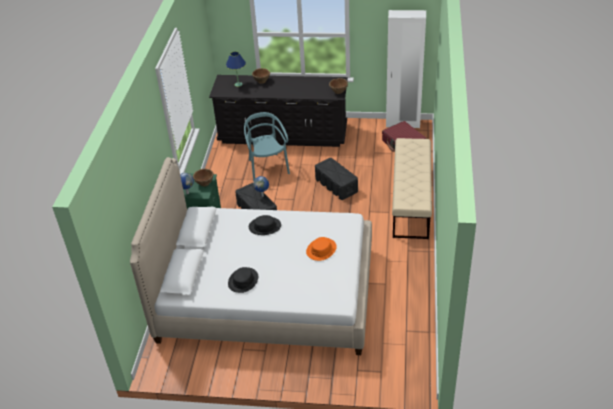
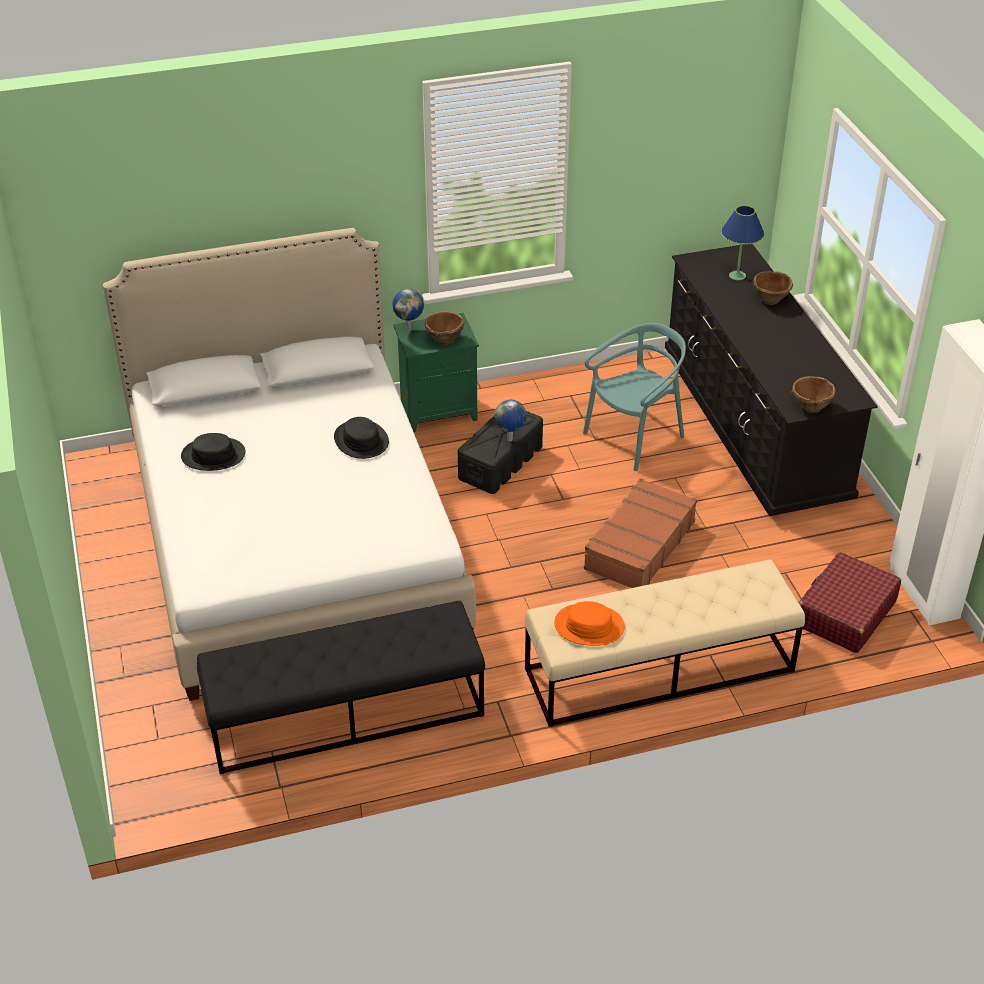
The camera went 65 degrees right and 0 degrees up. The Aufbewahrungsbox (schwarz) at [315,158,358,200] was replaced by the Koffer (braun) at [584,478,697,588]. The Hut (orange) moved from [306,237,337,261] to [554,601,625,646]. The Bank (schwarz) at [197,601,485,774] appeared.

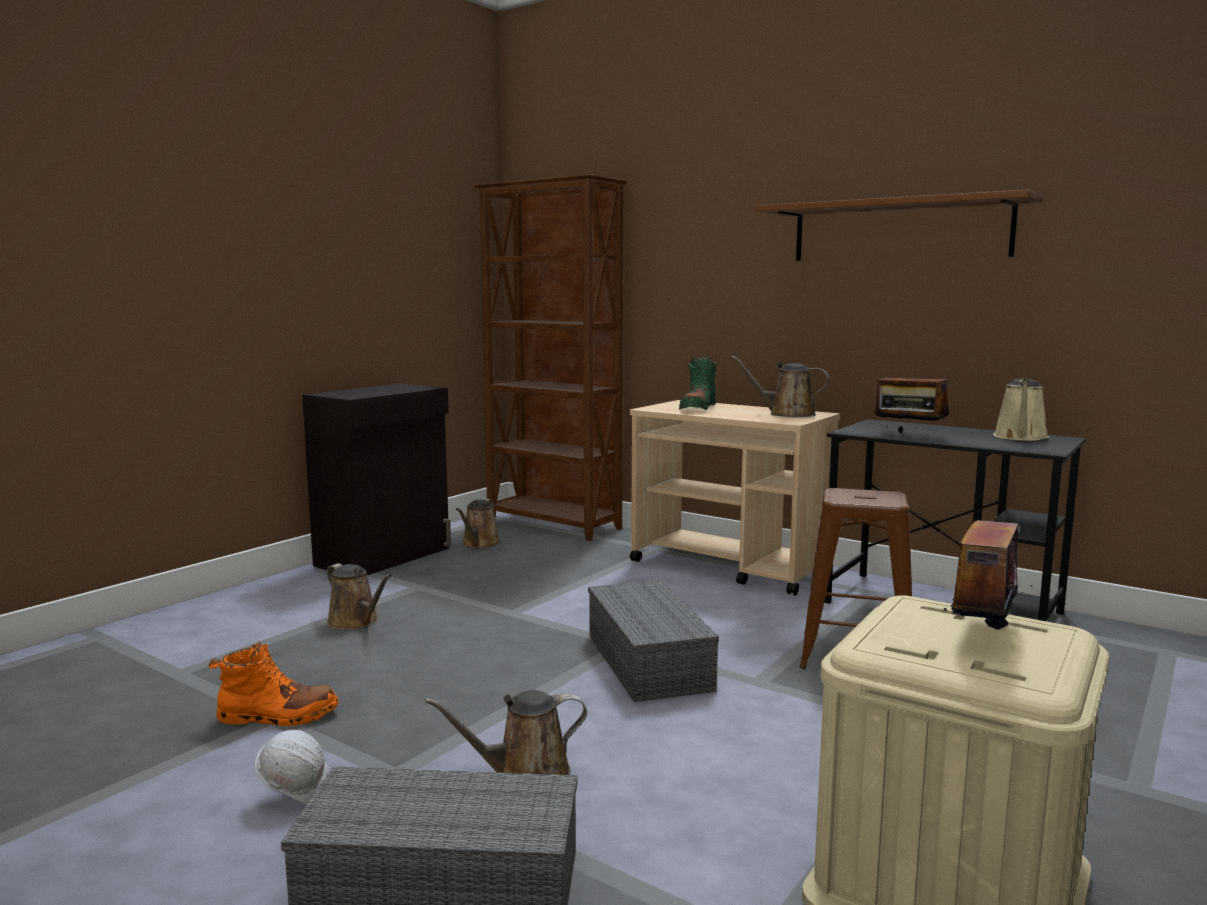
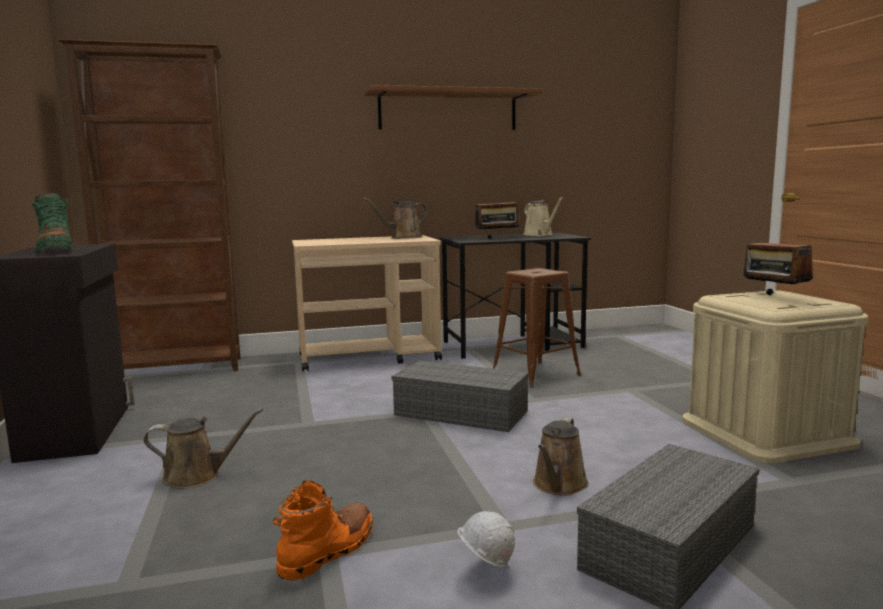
The camera went 50 degrees left and 0 degrees up. The Stiefel (grün) moved from [679,356,717,411] to [31,193,73,254]. The Gießkanne (braun) at [456,499,501,549] disappeared.

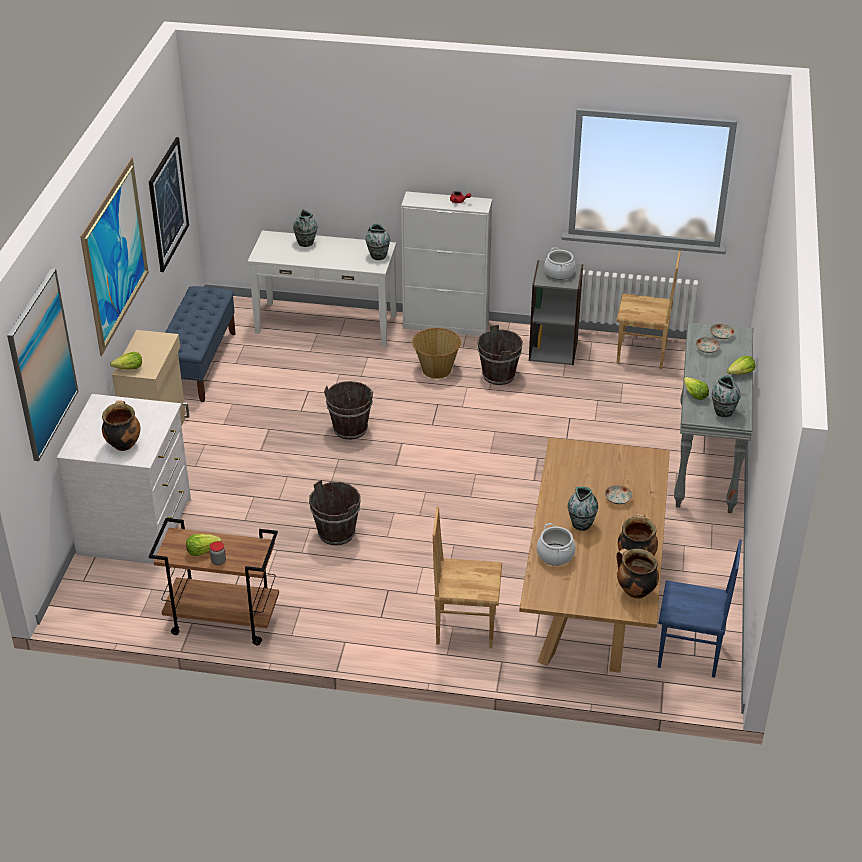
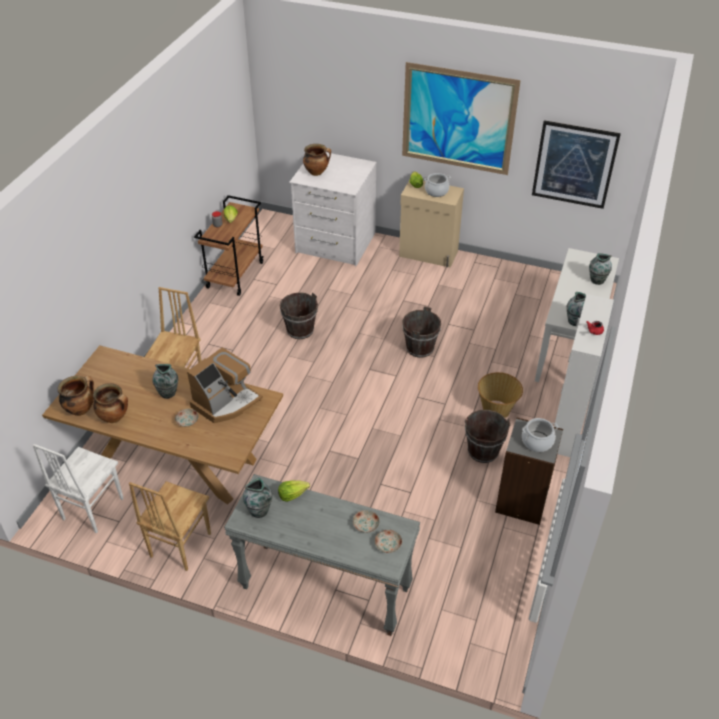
The camera went 100 degrees right and 5 degrees up. The Stuhl (braun) moved from [617,251,681,369] to [129,481,211,571]. The Bild at [7,268,78,461] disappeared. The Bank (blau) at [165,286,236,402] disappeared. The Salatkopf at [727,356,755,375] disappeared. The Kochtopf moved from [537,523,576,566] to [424,173,451,197]. The Stuhl (blau) at [658,540,742,678] became the Stuhl (weiß) at [33,444,124,533]. The Kaffeemaschine at [187,347,263,423] appeared.

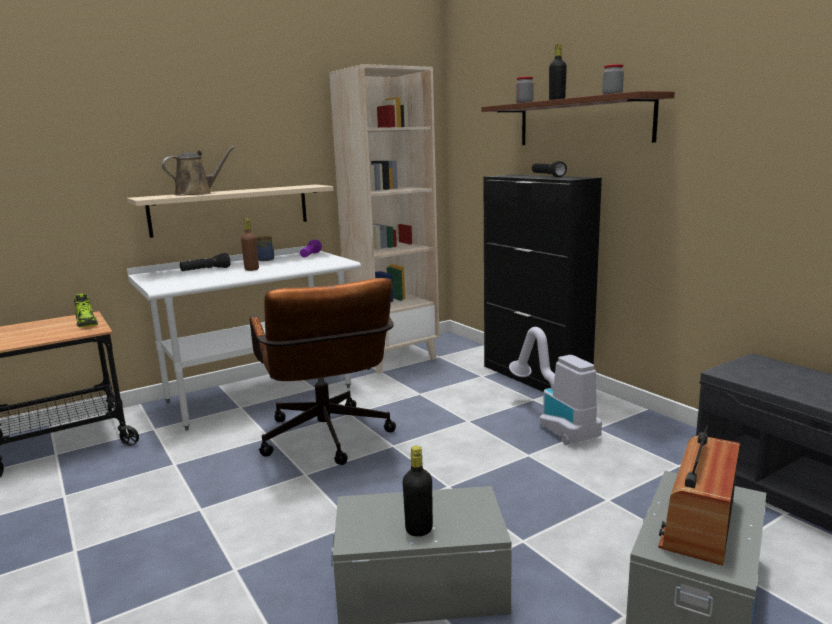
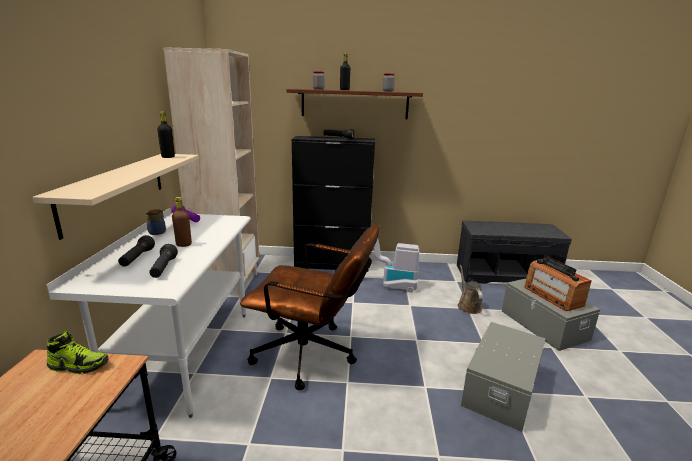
The camera went 55 degrees left and 5 degrees up. The Gießkanne (braun) moved from [162,146,235,195] to [458,265,483,314]. The Flasche (schwarz) moved from [403,446,433,536] to [157,112,175,158]. The Taschenlampe (schwarz) at [149,244,178,278] appeared.

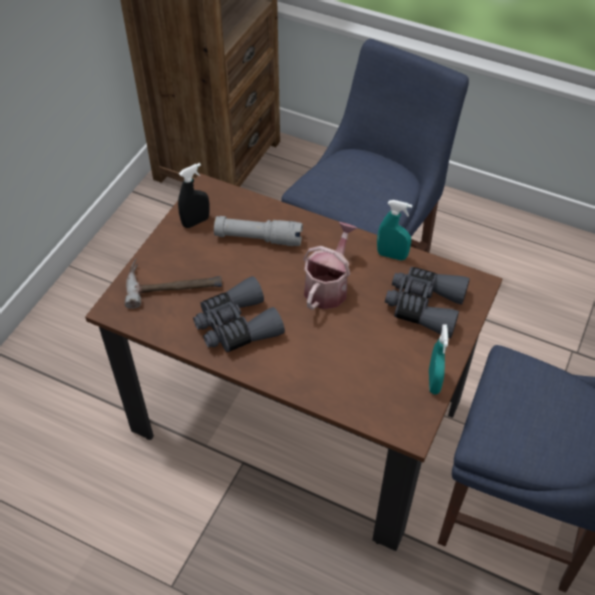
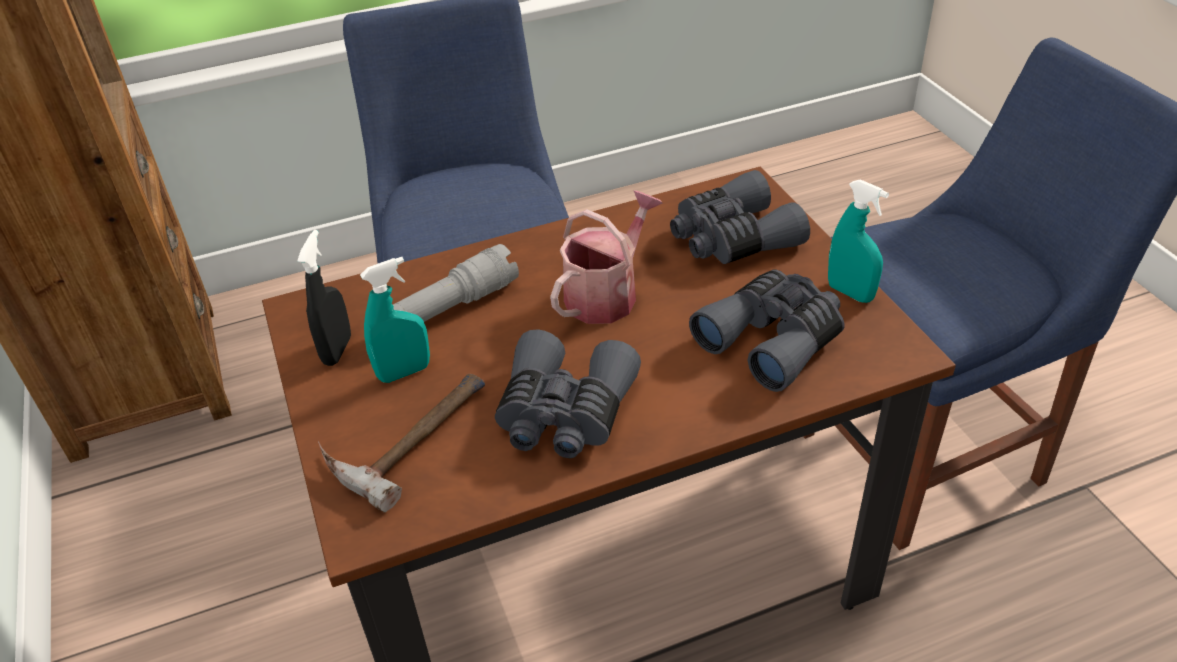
The camera went 45 degrees left and 10 degrees down. The Sprühflasche (türkis) moved from [377,200,412,260] to [360,257,430,383]. The Gießkanne at [303,222,357,310] turned 60 degrees clockwise. The Fernglas (grau) at [689,270,845,392] appeared.

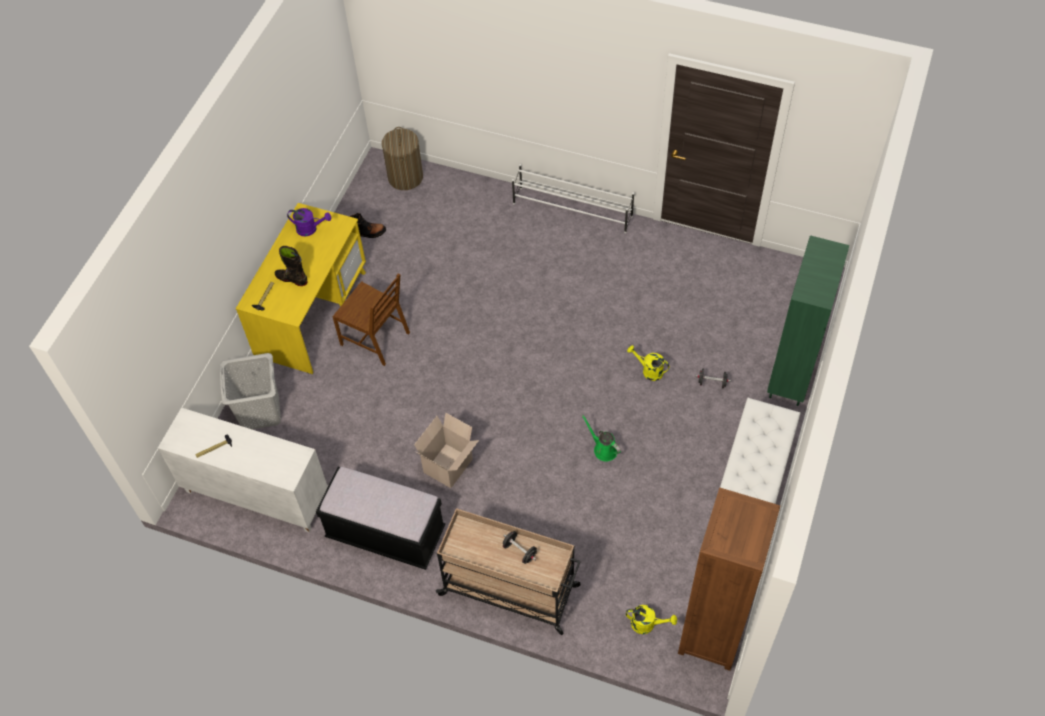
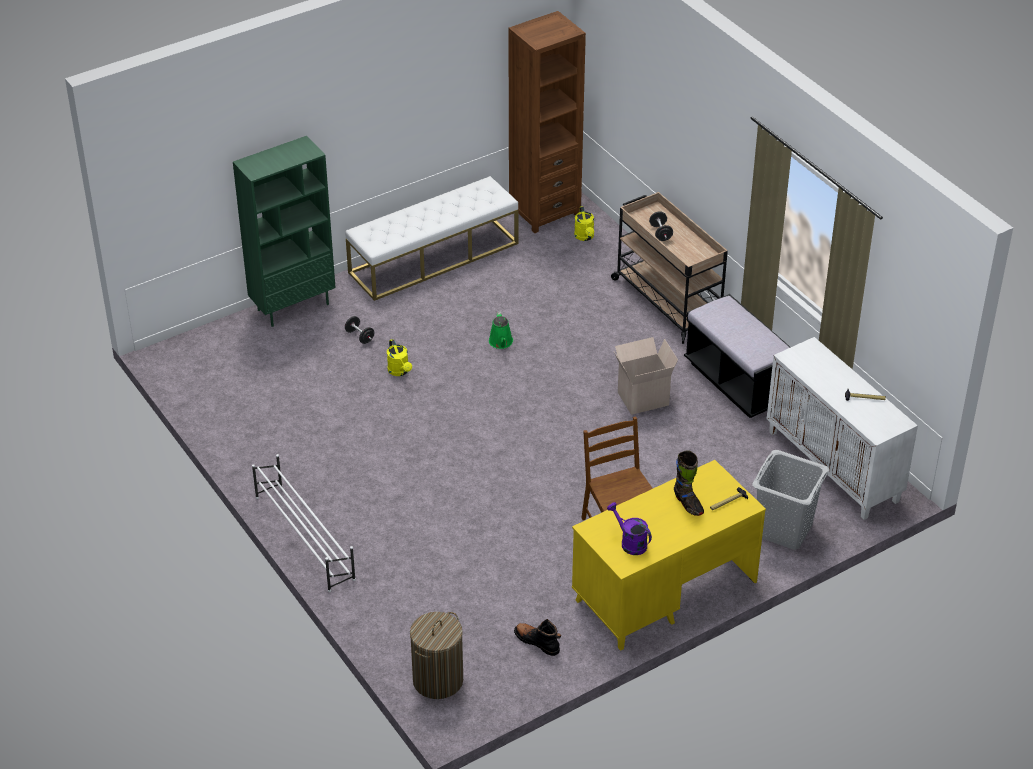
The camera went 145 degrees left and 15 degrees down. The Gießkanne (gelb) at [626,605,677,634] turned 150 degrees counterclockwise.

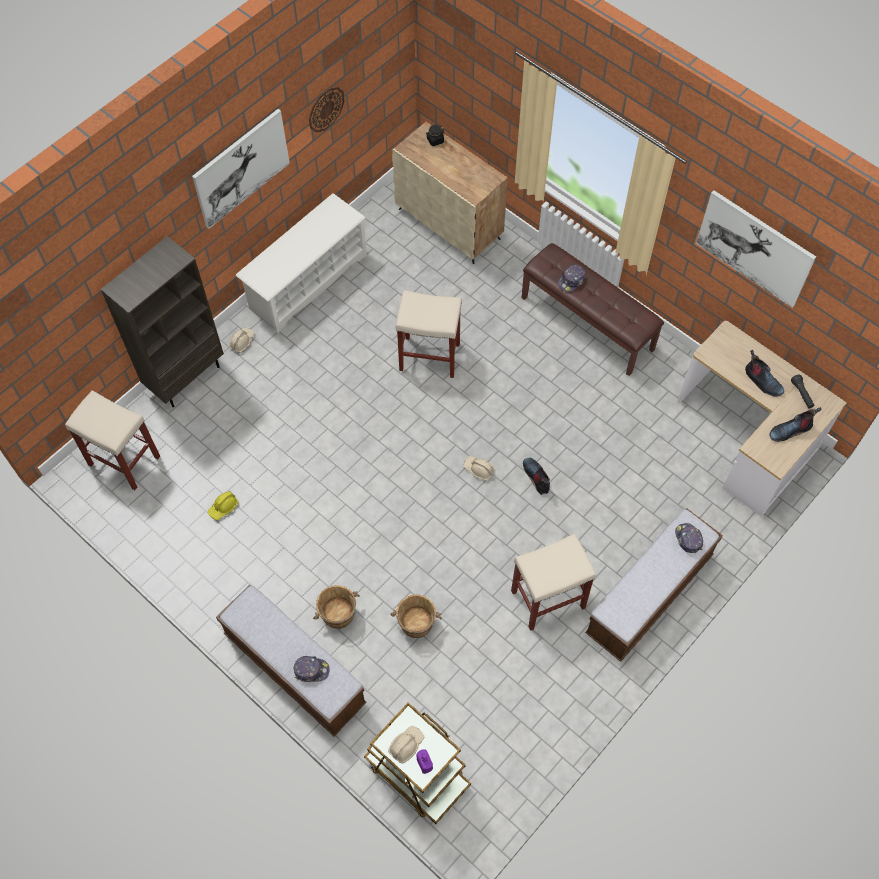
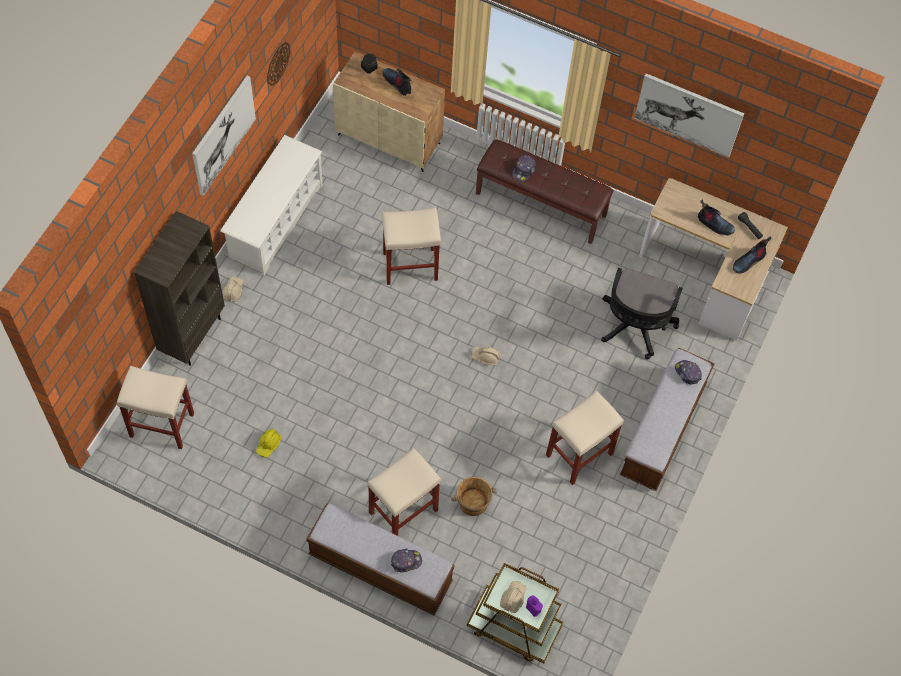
The camera went 20 degrees left and 0 degrees up. The Stiefel moved from [523,457,550,495] to [382,68,411,96]. The Eimer (braun) at [313,585,360,629] was replaced by the Hocker (beige) at [367,448,441,536]. The Bürostuhl (schwarz) at [601,268,683,359] appeared.

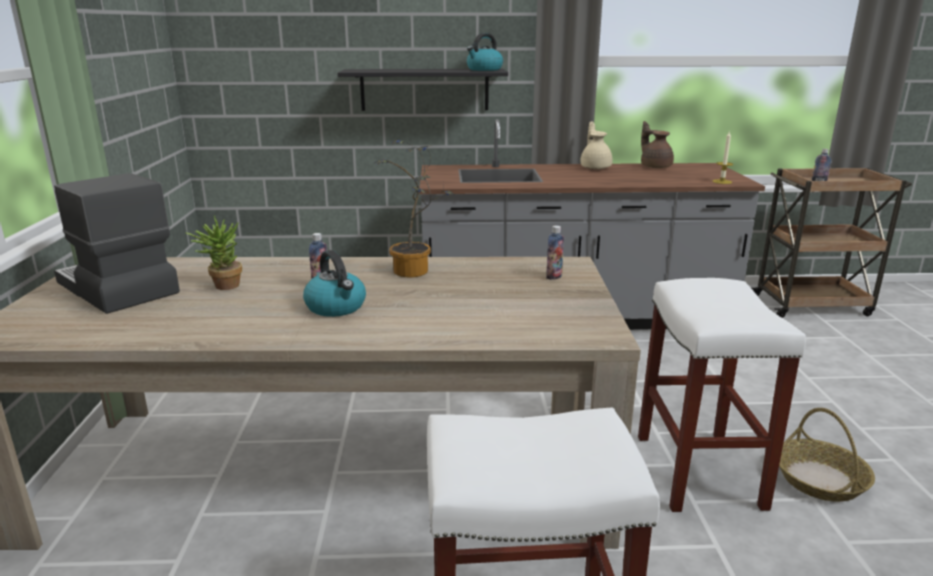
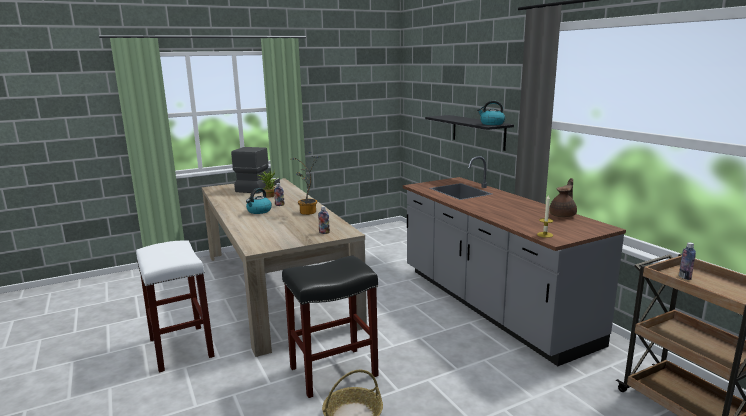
The camera went 65 degrees right and 5 degrees down. The Teekanne (beige) at [580,121,613,169] disappeared. The Hocker (weiß) at [638,278,806,512] became the Hocker (schwarz) at [282,255,379,398].

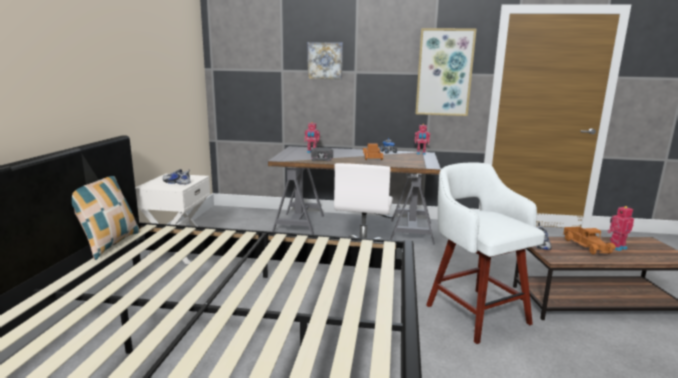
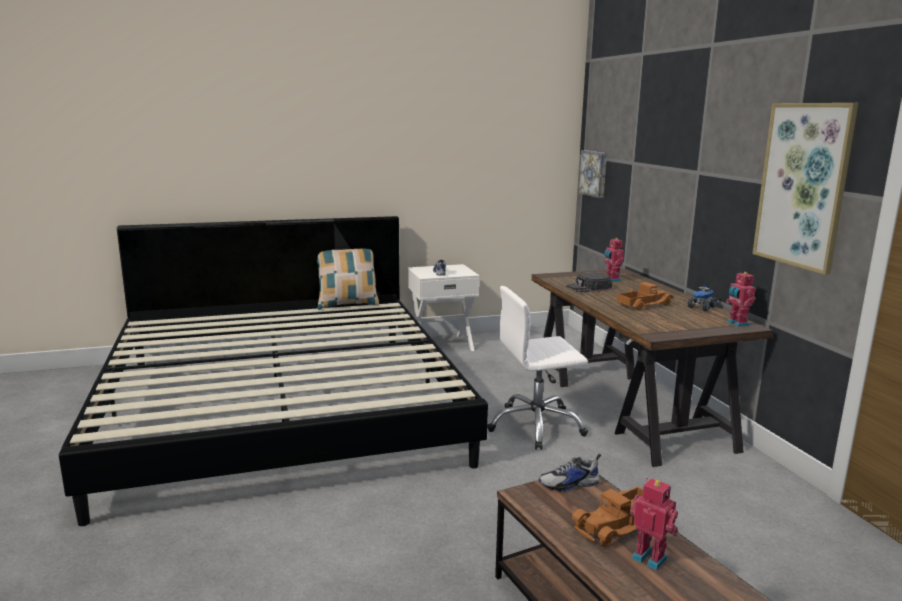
The camera went 65 degrees right and 0 degrees up. The Bild moved from [308,42,343,80] to [578,150,607,198]. The Schreibtisch (grau) at [268,146,441,245] became the Schreibtisch (braun) at [532,268,773,467]. The Hocker (weiß) at [426,162,545,344] disappeared.

